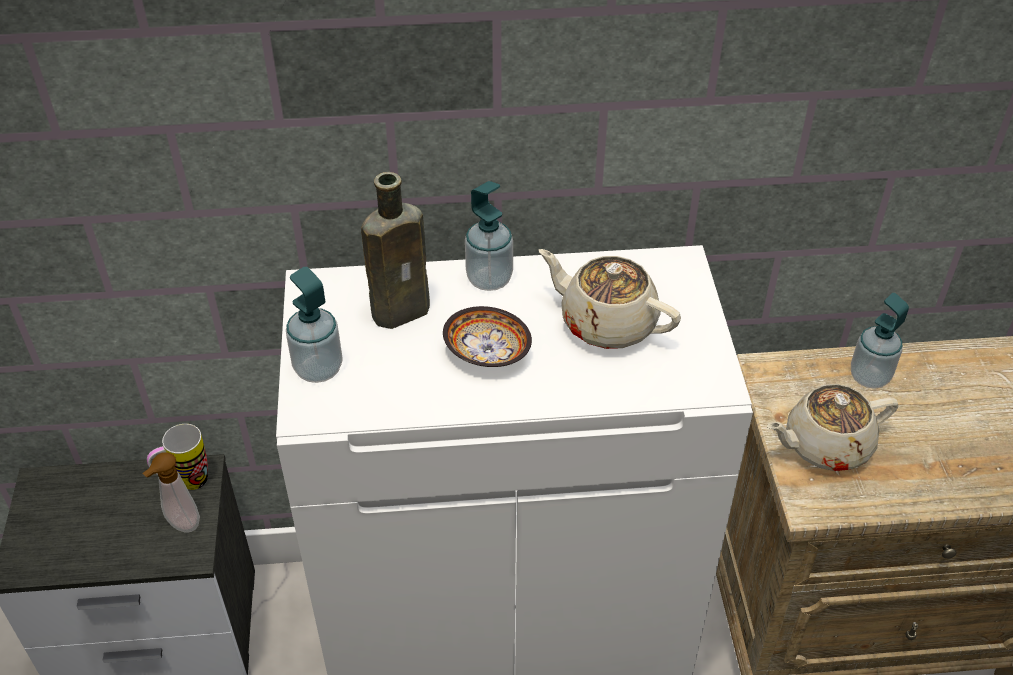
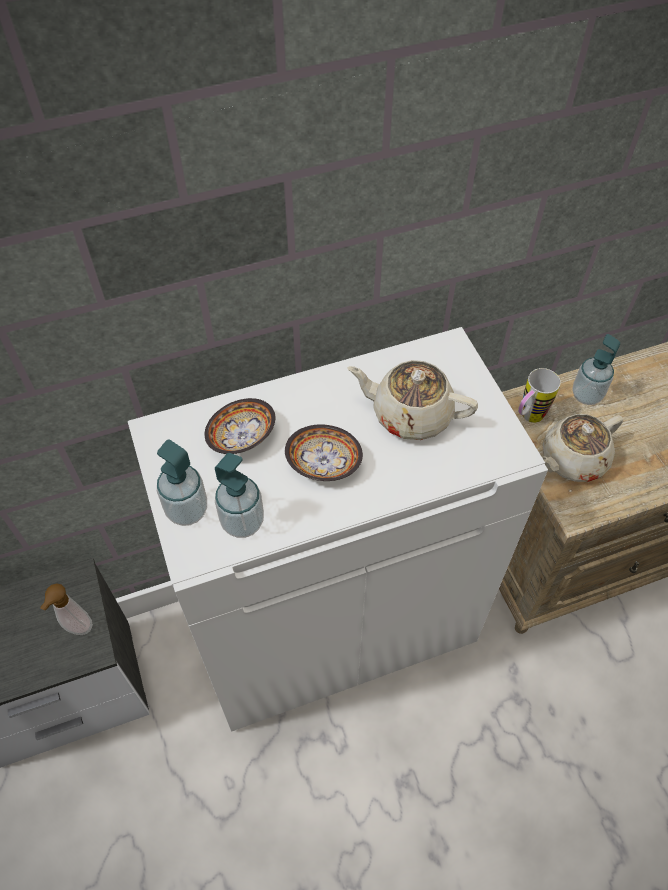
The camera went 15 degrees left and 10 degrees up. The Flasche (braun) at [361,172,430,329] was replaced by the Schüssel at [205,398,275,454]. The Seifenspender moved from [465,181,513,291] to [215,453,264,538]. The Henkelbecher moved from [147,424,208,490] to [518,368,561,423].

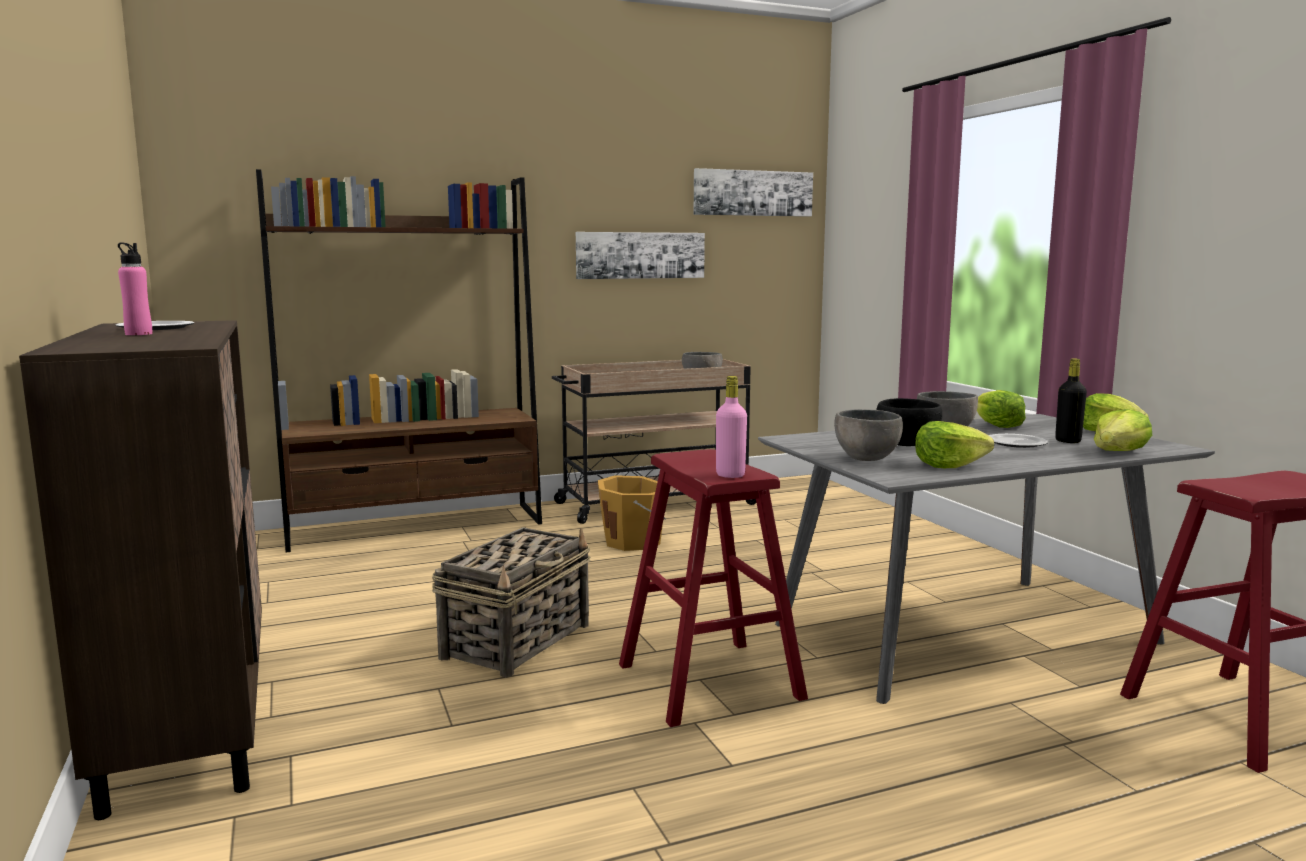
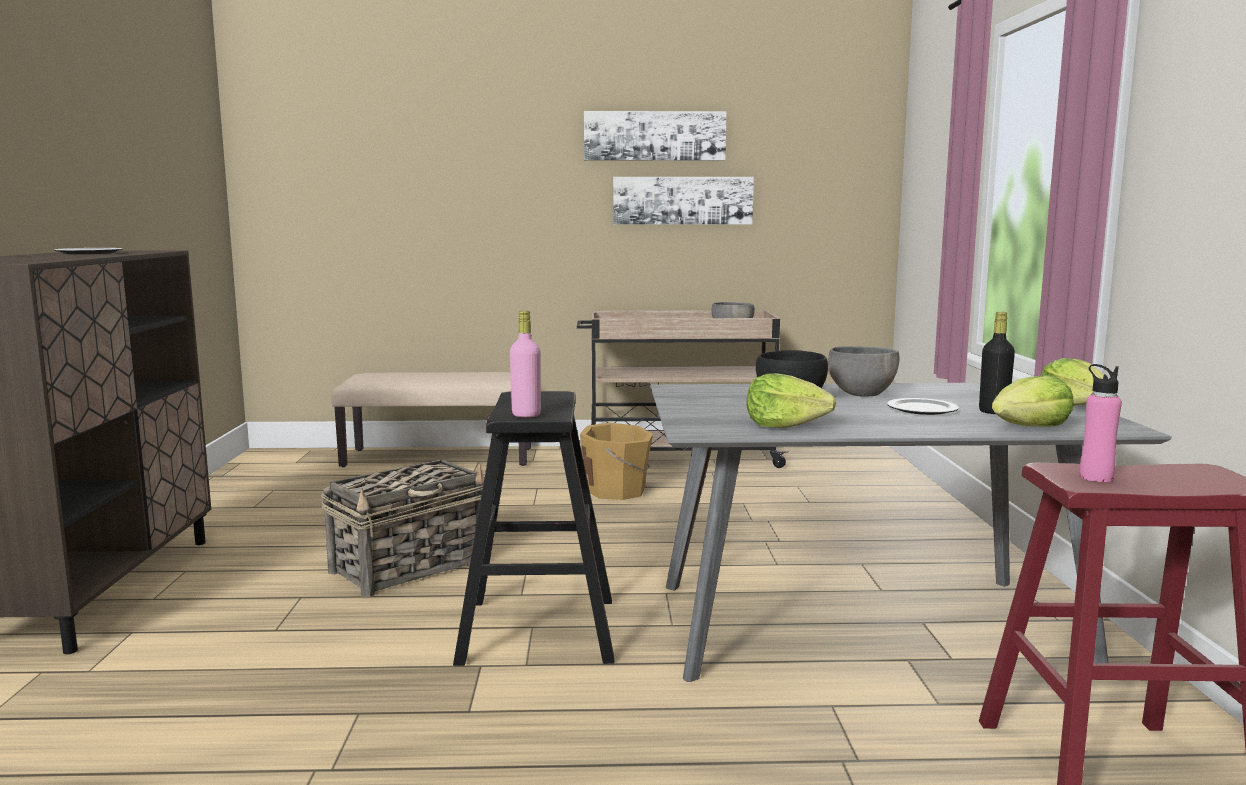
The camera went 20 degrees right and 0 degrees up. The Bild moved from [694,168,813,217] to [584,111,727,161]. The Bücherregal (braun) at [256,169,542,552] was replaced by the Bank (beige) at [332,372,531,467]. The Flasche (rosa) moved from [118,243,152,335] to [1079,364,1122,482]. The Salatkopf at [977,390,1026,428] disappeared. The Schüssel (grau) at [834,409,903,461] disappeared. The Hocker (rot) at [619,449,808,727] became the Hocker (schwarz) at [453,391,615,666].

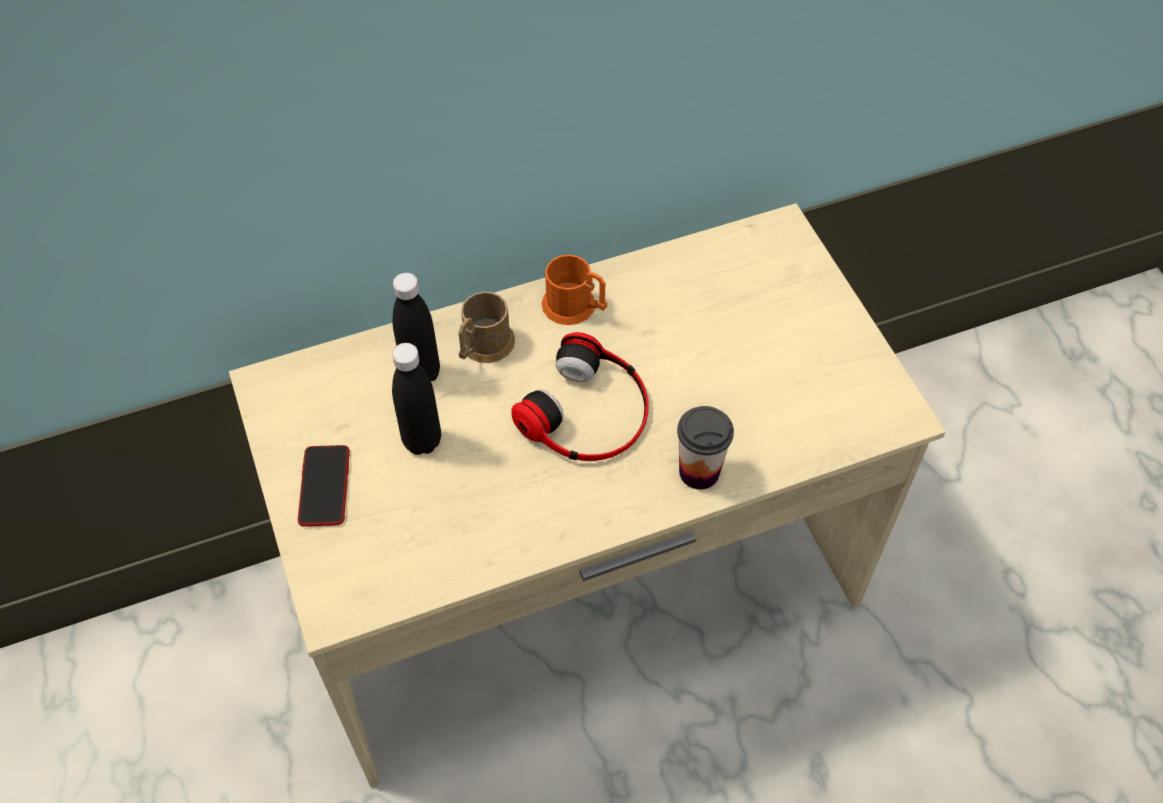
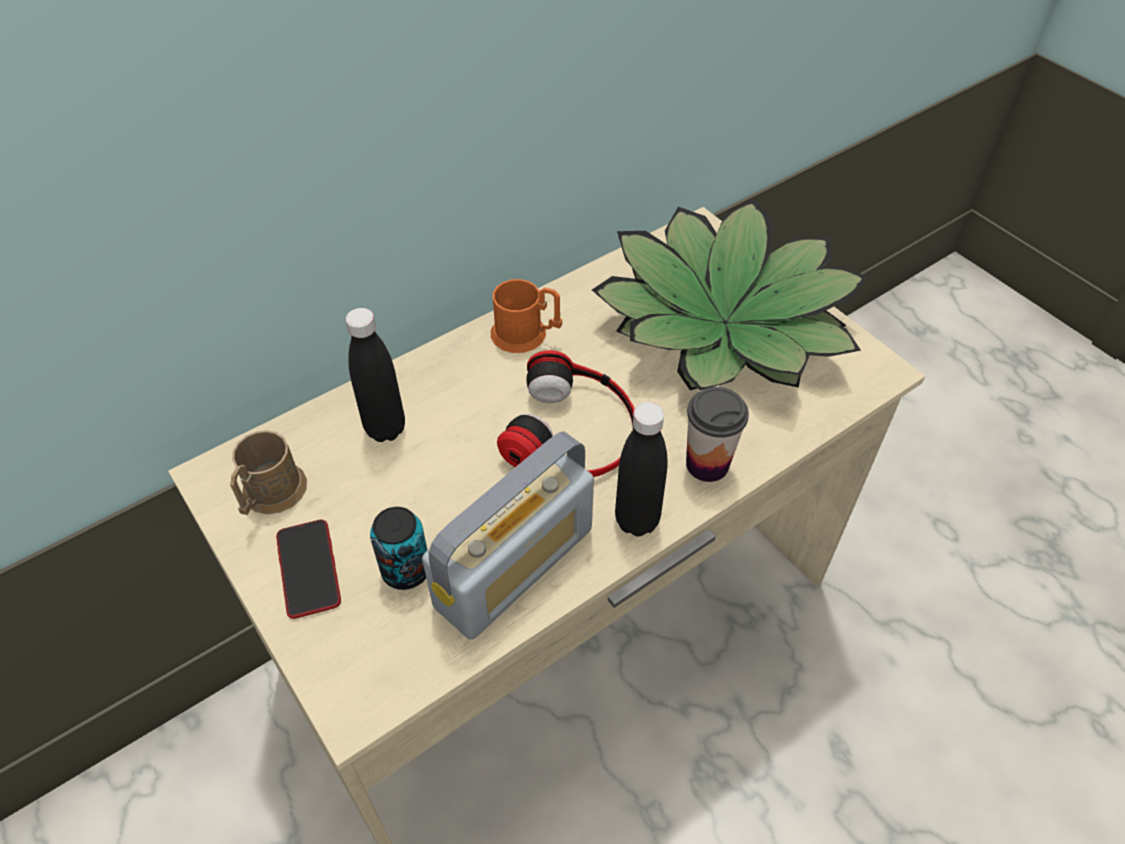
The camera went 15 degrees left and 5 degrees down. The Henkelbecher (braun) moved from [458,291,515,363] to [230,430,307,515]. The Flasche (schwarz) moved from [392,343,441,455] to [615,402,667,536]. The Topfpflanze at [592,199,868,390] appeared. The Radio at [422,431,594,640] appeared. The Dose at [370,507,427,590] appeared.

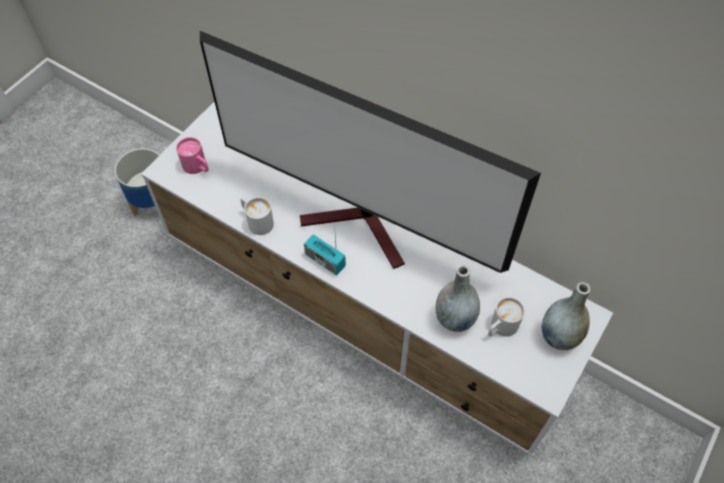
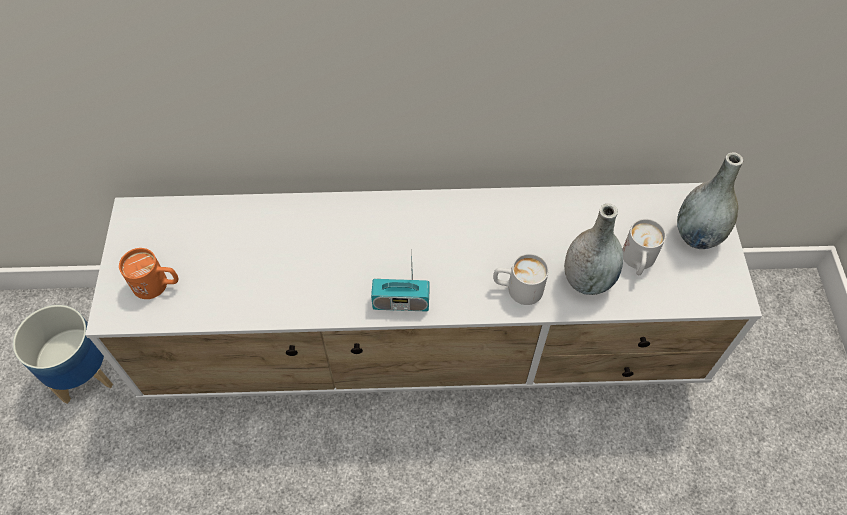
The camera went 35 degrees left and 0 degrees up. The Fernseher at [200,31,541,273] disappeared. The Henkelbecher (rosa) at [176,137,209,174] became the Henkelbecher (orange) at [119,248,178,299]. The Henkelbecher (weiß) moved from [241,197,274,235] to [493,253,549,305].

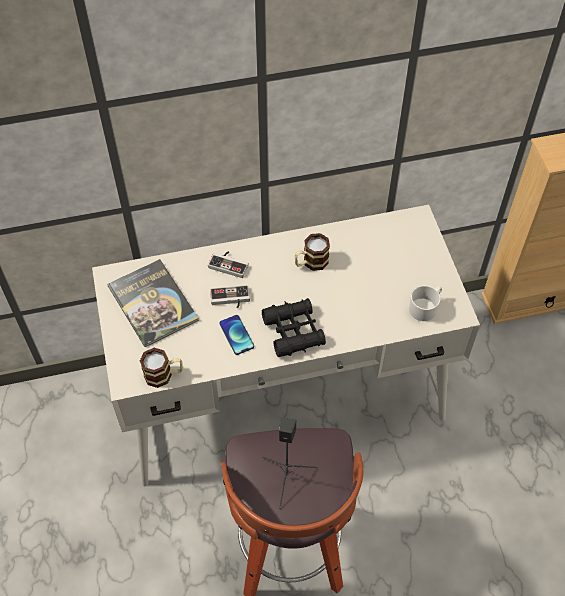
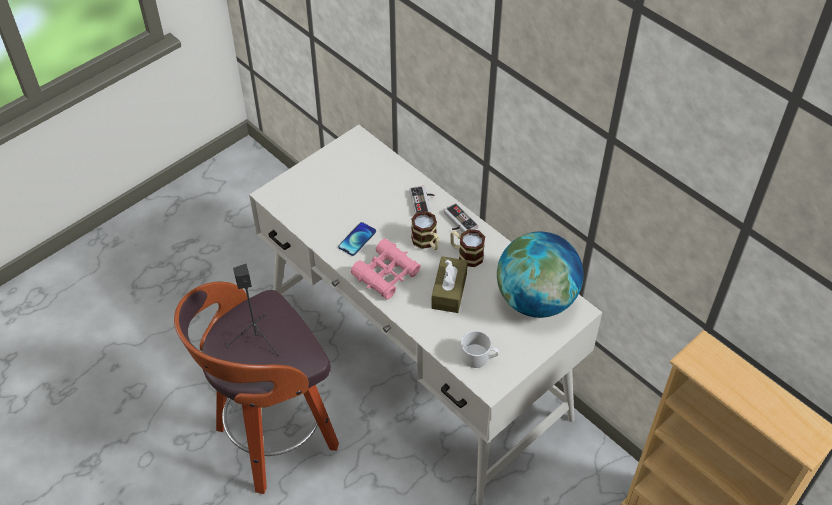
The camera went 60 degrees right and 5 degrees down. The Buch at [107,259,199,347] disappeared. The Gamepad moved from [210,285,250,308] to [444,203,478,232]. The Fernglas (schwarz) at [262,298,326,357] became the Fernglas (rosa) at [351,239,421,300]. The Henkelbecher moved from [140,348,183,388] to [411,211,439,250]. The Globus at [497,232,583,318] appeared. The Taschentuchbox (braun) at [431,256,468,313] appeared.

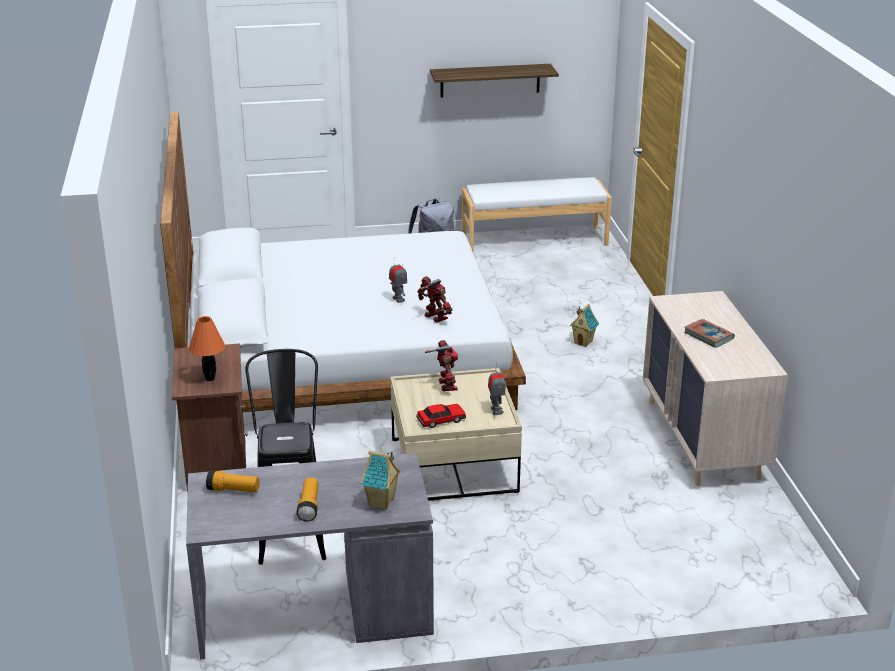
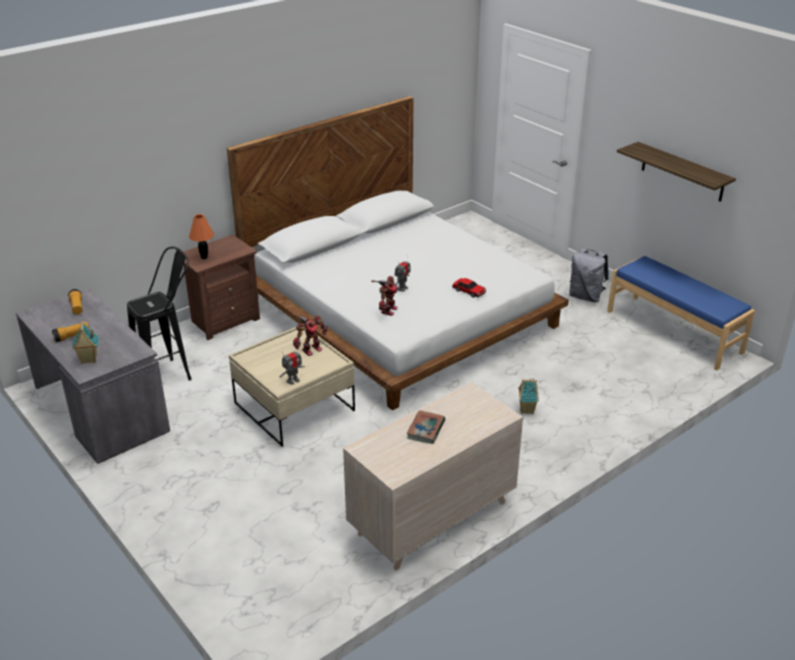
The camera went 60 degrees right and 5 degrees up. The Bank (weiß) at [462,177,612,250] became the Bank (blau) at [607,256,755,370]. The Spielzeugauto moved from [417,404,466,428] to [452,278,486,298].

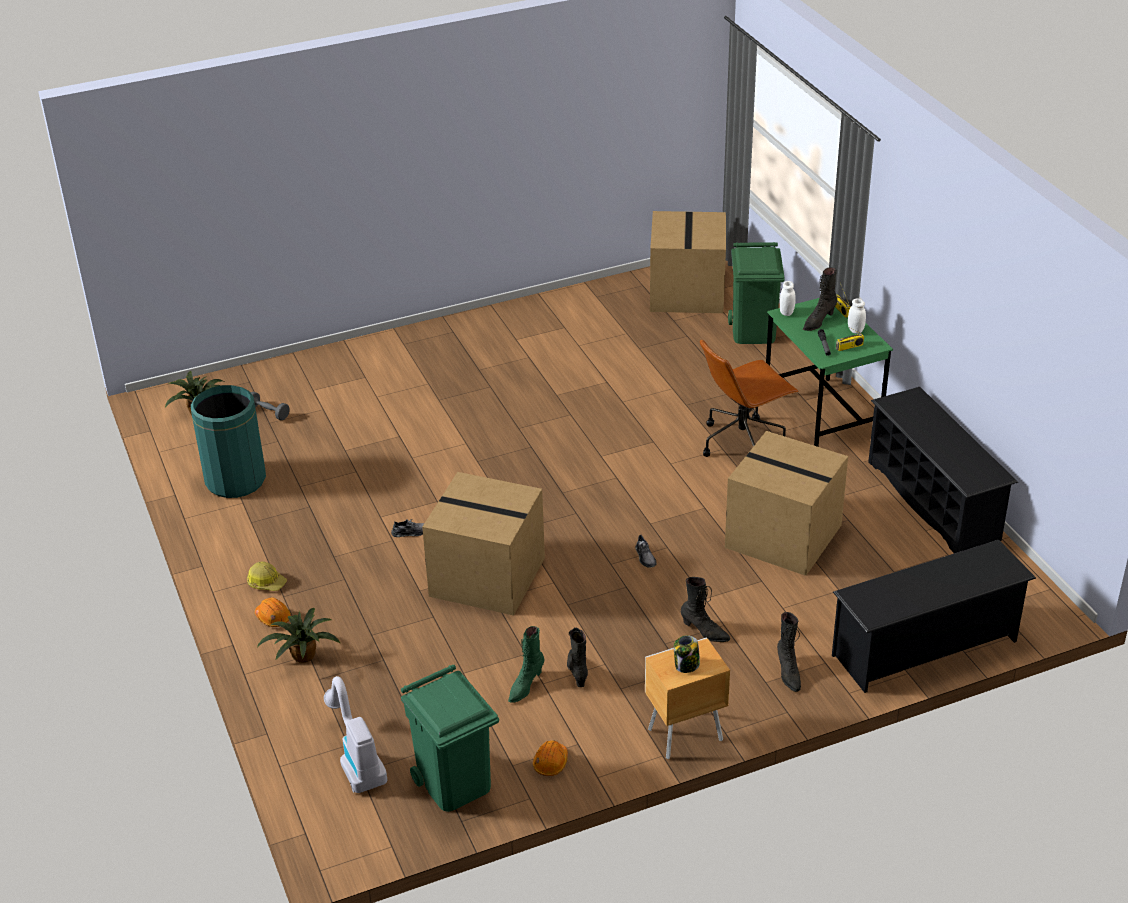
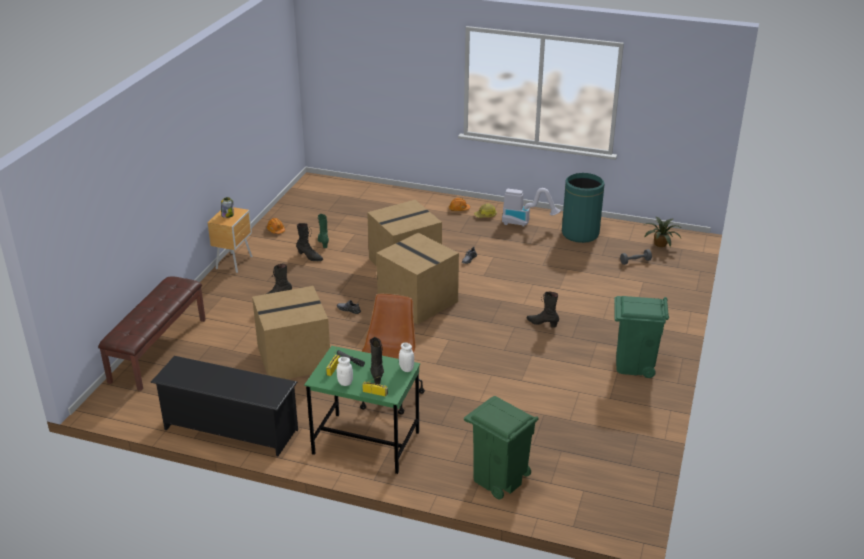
The camera went 130 degrees right and 5 degrees down. The Karton moved from [650,211,726,313] to [376,233,459,325]. The Schuhregal (schwarz) at [832,540,1036,693] was replaced by the Bank (braun) at [98,276,206,391]. The Topfpflanze at [257,608,340,663] disappeared. The Stiefel (schwarz) moved from [777,612,801,692] to [527,291,559,328]. The Mülleimer (grün) moved from [401,665,499,812] to [614,296,669,378]. The Staubsauger moved from [324,676,388,793] to [502,188,561,227].

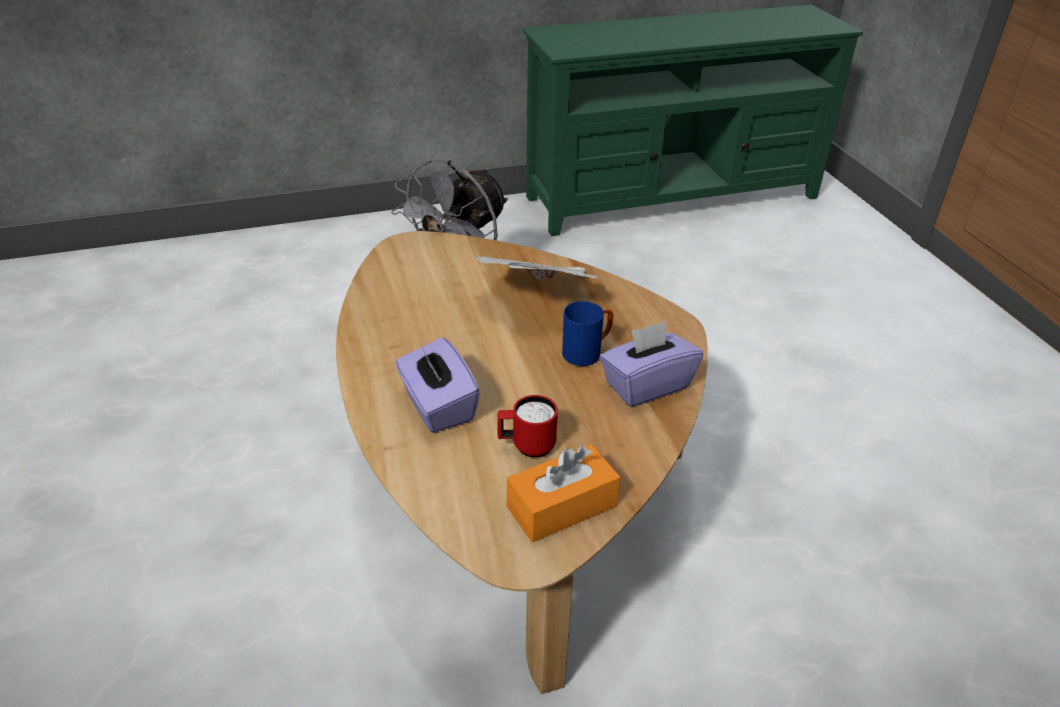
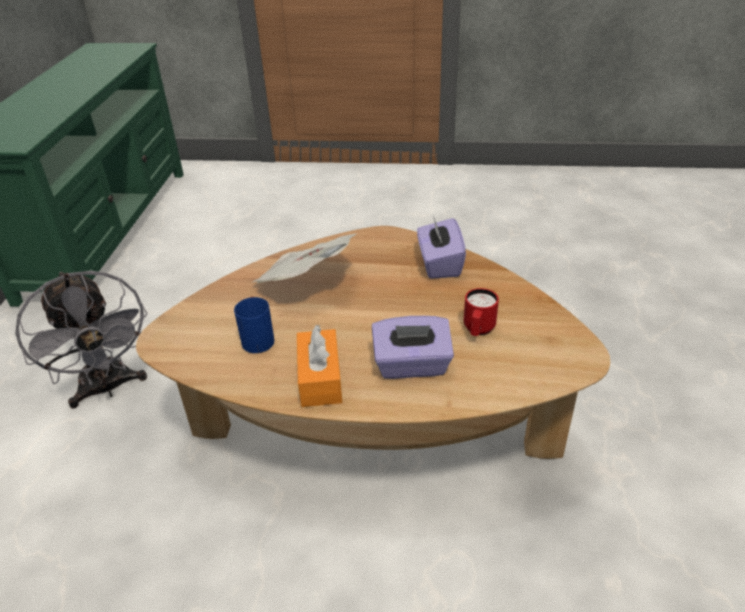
The camera went 65 degrees left and 0 degrees up. The Henkelbecher (blau) moved from [562,301,613,366] to [234,296,274,353]. The Taschentuchbox (orange) moved from [507,444,620,542] to [297,325,342,407].

